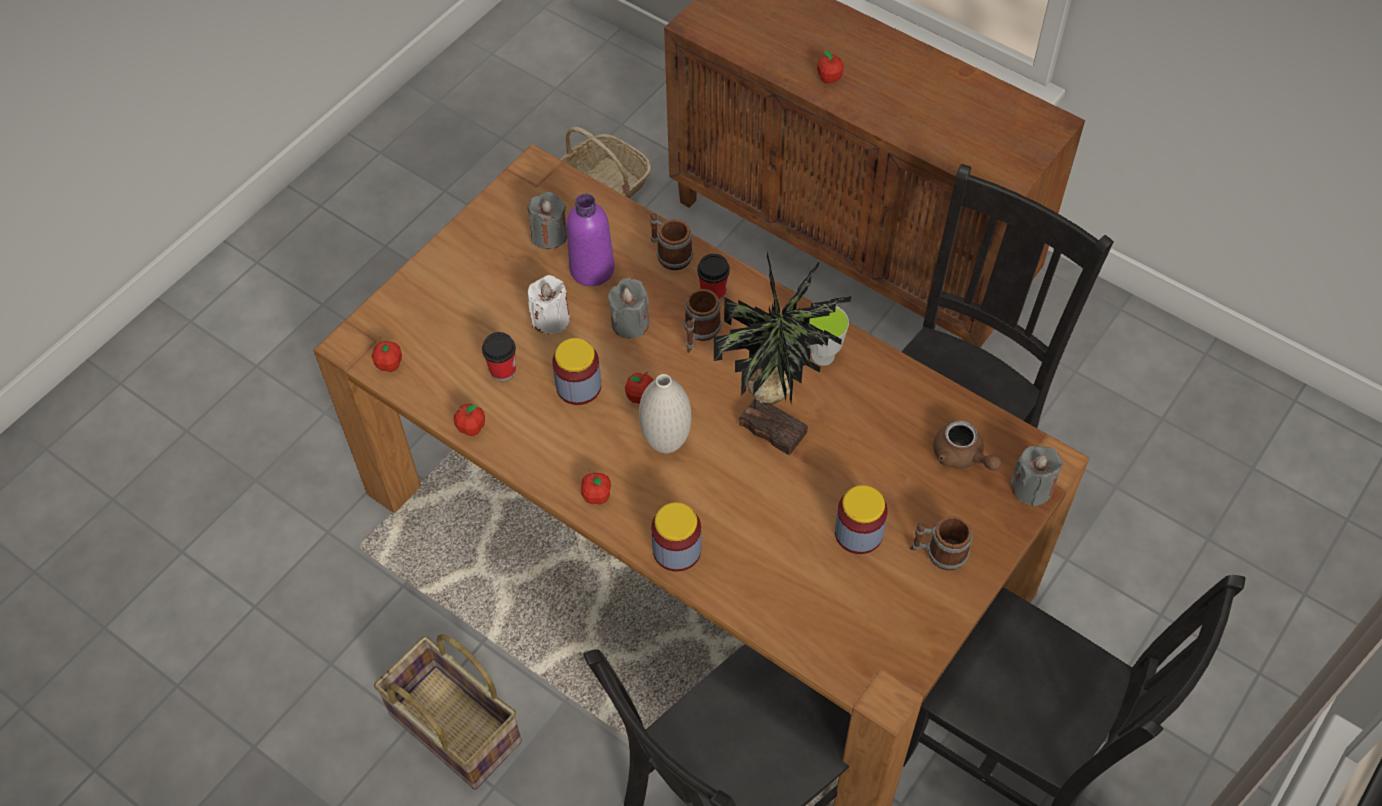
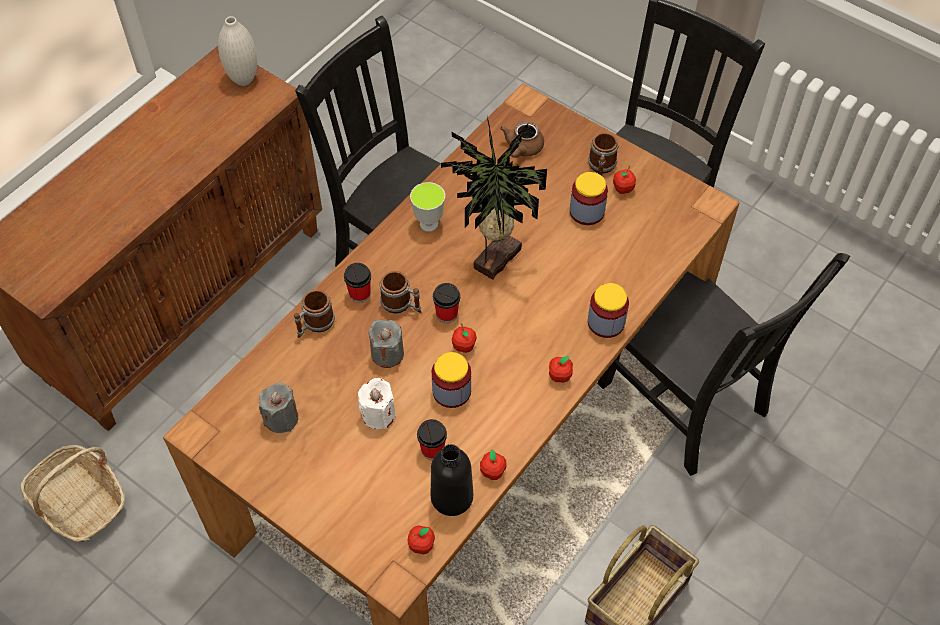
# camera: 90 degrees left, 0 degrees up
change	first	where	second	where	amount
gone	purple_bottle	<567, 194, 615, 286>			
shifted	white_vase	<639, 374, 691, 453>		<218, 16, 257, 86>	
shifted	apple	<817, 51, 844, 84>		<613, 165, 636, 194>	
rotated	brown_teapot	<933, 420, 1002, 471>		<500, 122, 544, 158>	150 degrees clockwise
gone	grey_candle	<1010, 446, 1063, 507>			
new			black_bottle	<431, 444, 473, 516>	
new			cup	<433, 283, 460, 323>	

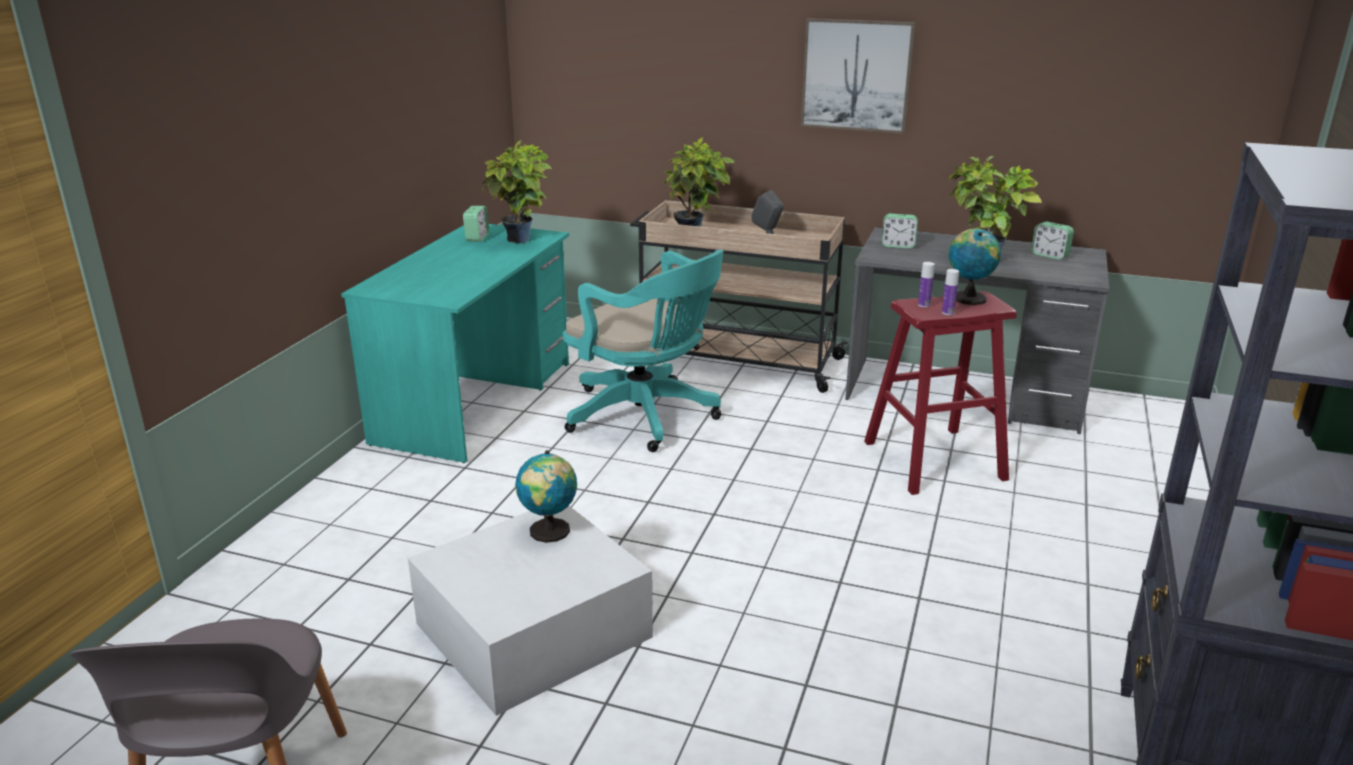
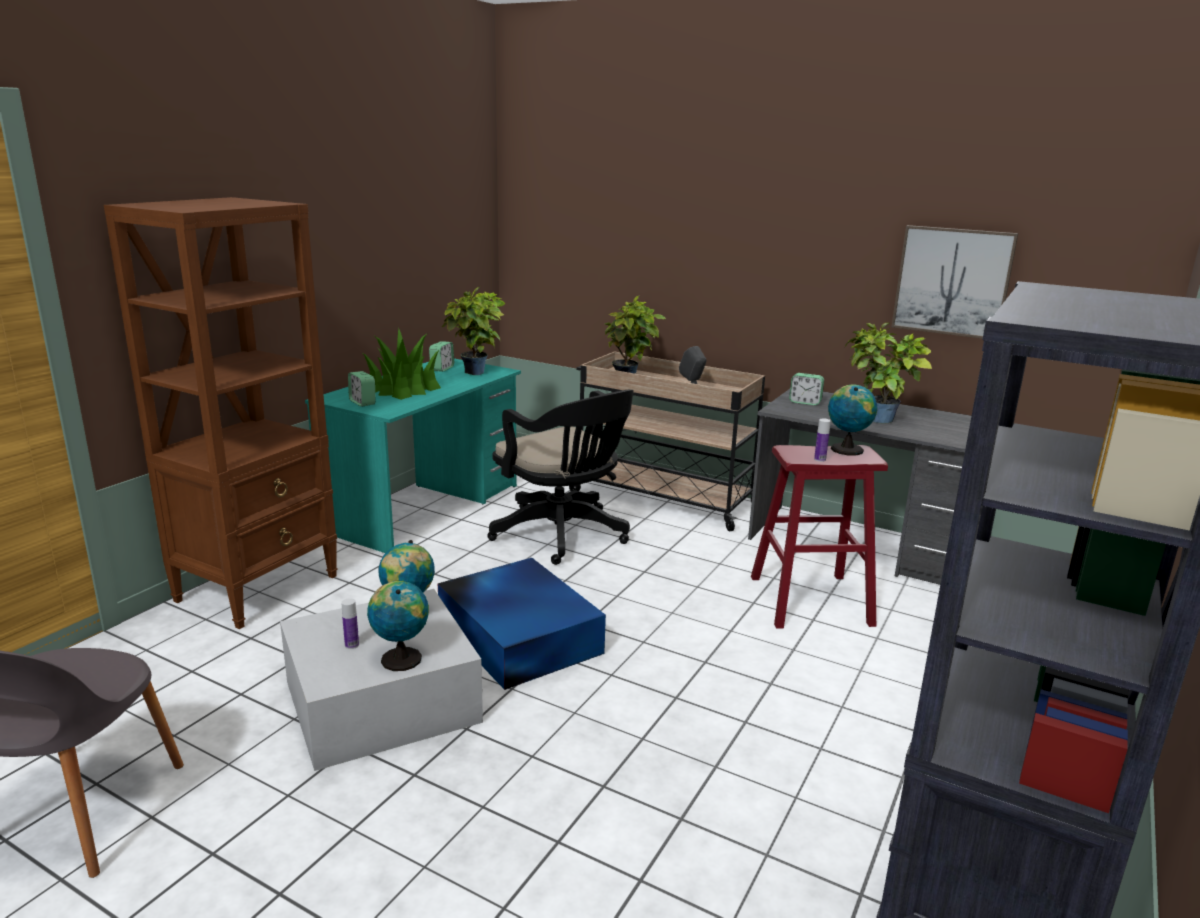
# camera: 10 degrees right, 5 degrees down
change	first	where	second	where	amount
repainted	turquoise_office_chair	<563, 249, 723, 452>	black_office_chair	<487, 390, 634, 565>	
shifted	picture	<801, 18, 915, 134>		<891, 225, 1018, 339>	
shifted	bottle	<918, 262, 935, 307>		<341, 598, 359, 649>	
shifted	alarm_clock	<1031, 222, 1074, 260>		<348, 371, 376, 406>	
new			brown_bookcase	<104, 197, 338, 629>	
new			potted_plant	<362, 328, 441, 400>	
new			globe	<367, 581, 429, 671>	
new			blue_storage_box	<438, 558, 606, 690>	

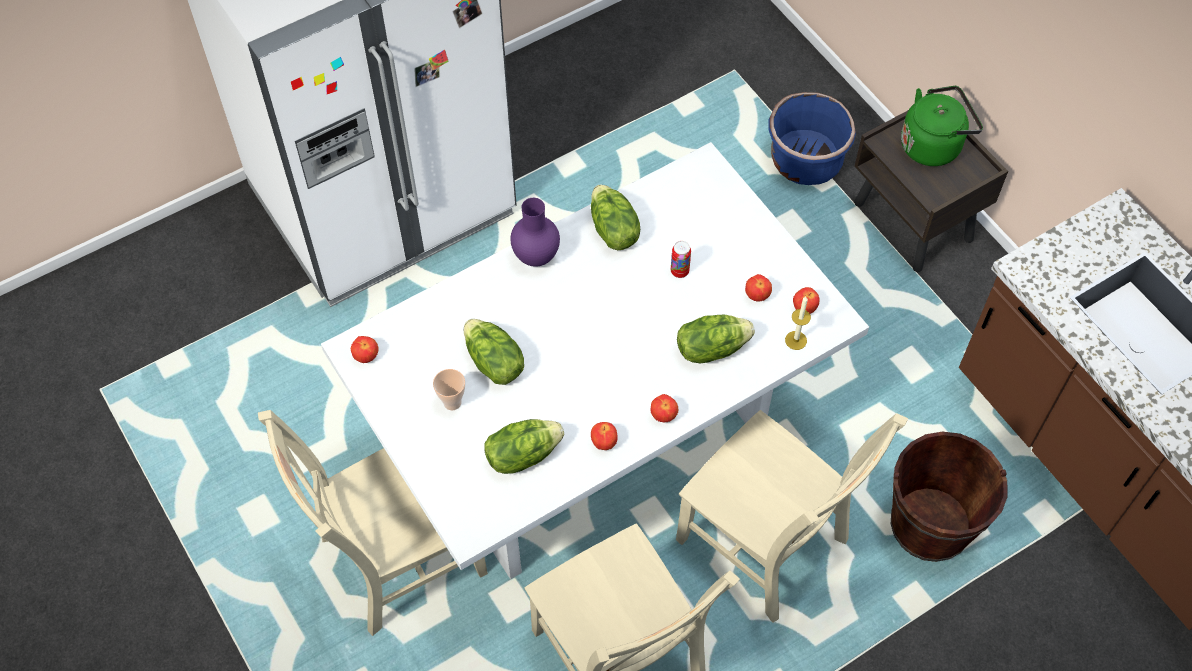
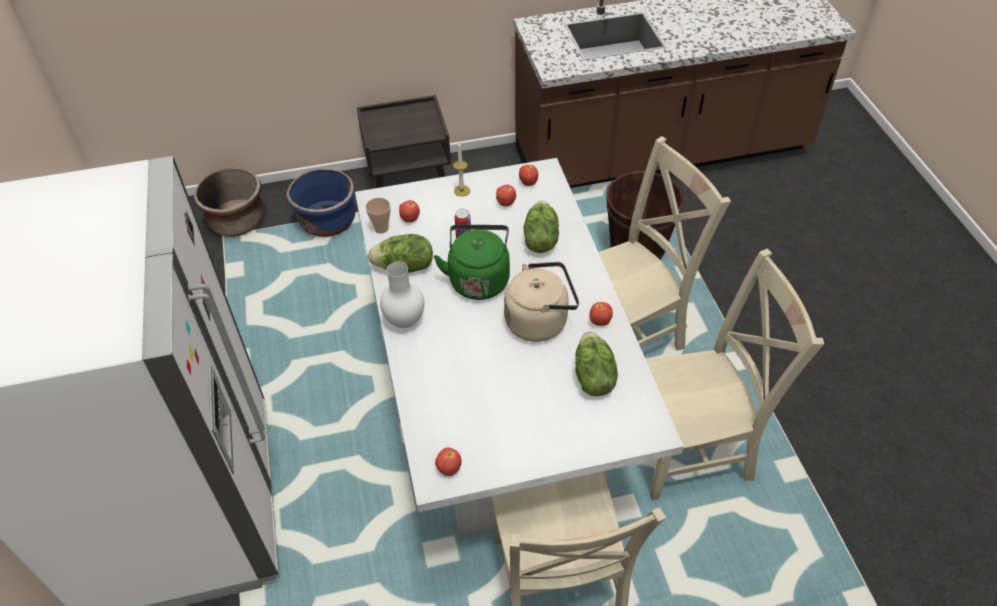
# camera: 70 degrees left, 10 degrees down
change	first	where	second	where	amount
shifted	cup	<433, 369, 465, 411>		<365, 198, 391, 234>	
gone	lettuce	<464, 319, 524, 385>			
repainted	purple_vase	<510, 198, 560, 267>	white_vase	<380, 261, 424, 328>	
shifted	apple	<651, 394, 678, 422>		<399, 200, 420, 222>	
shifted	candle	<785, 297, 811, 350>		<453, 143, 470, 197>	
shifted	green_kettle	<901, 86, 983, 166>		<434, 225, 510, 300>	
new			brown_planter	<194, 168, 264, 237>	
new			beige_kettle	<504, 262, 579, 342>	

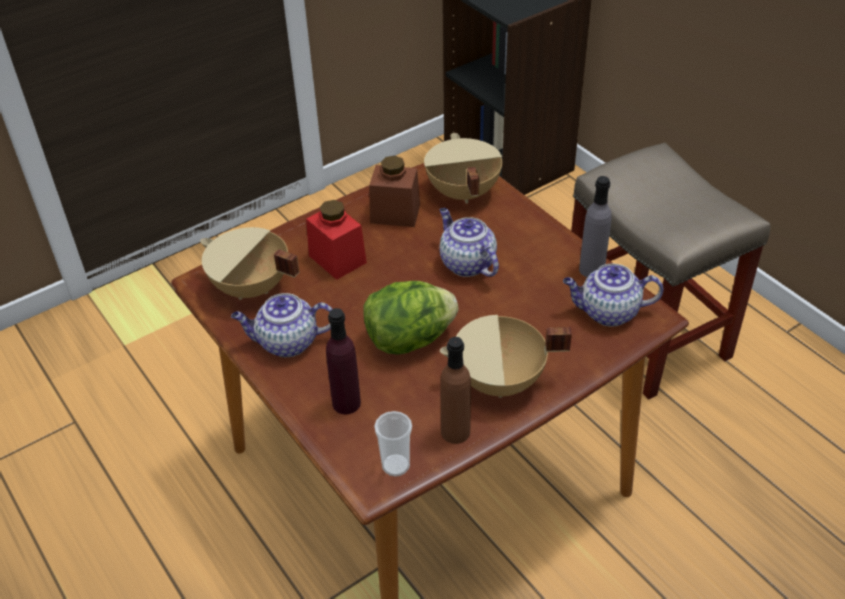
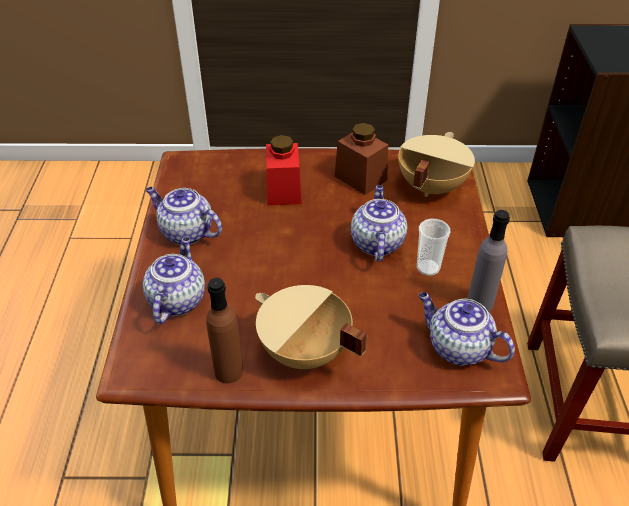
# camera: 35 degrees right, 0 degrees up
change	first	where	second	where	amount
gone	beige_cooking_pot	<200, 227, 299, 300>			
swapped	purple_bottle	<326, 308, 361, 414>	teapot	<143, 237, 205, 324>	
gone	lettuce	<363, 281, 458, 355>			
shifted	cup	<374, 411, 412, 477>		<417, 219, 450, 276>	

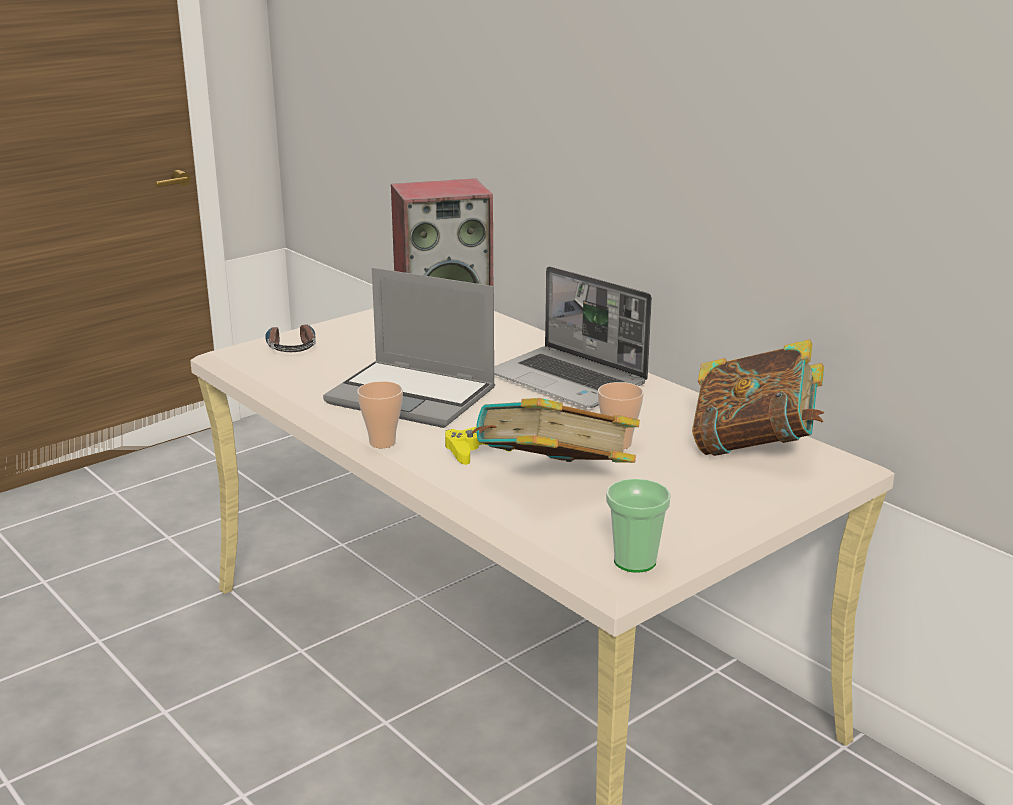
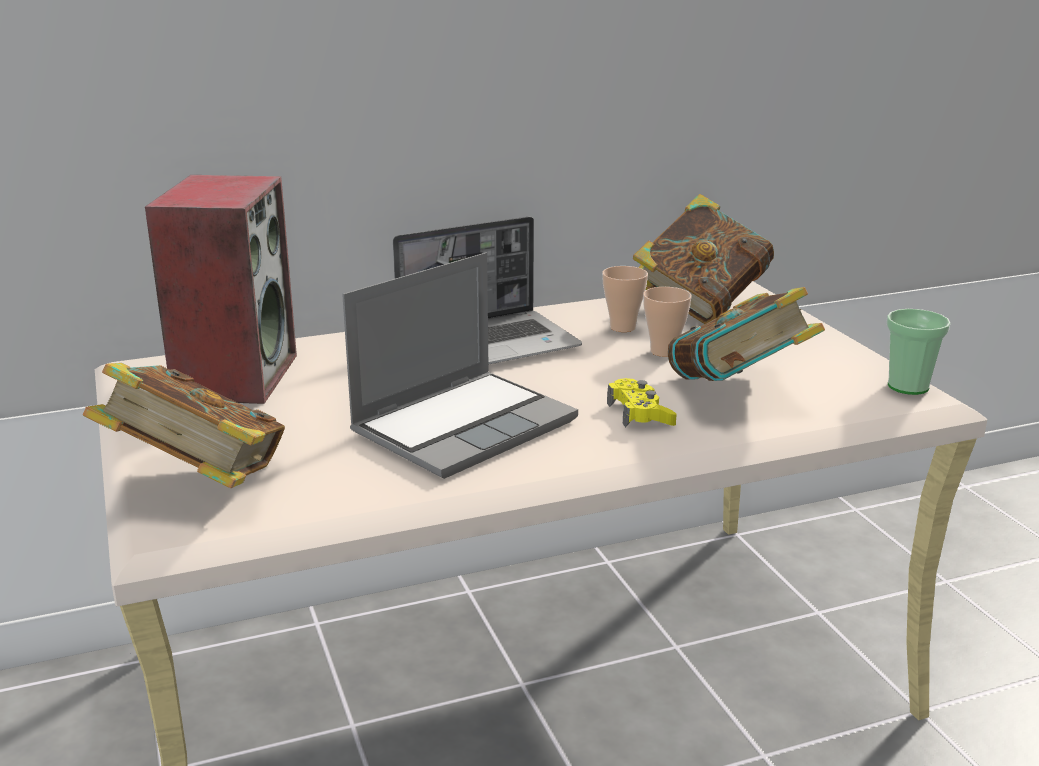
# camera: 70 degrees left, 0 degrees up
change	first	where	second	where	amount
swapped	headphones	<265, 324, 316, 352>	book	<83, 363, 285, 488>	
shifted	cup	<357, 381, 403, 448>		<602, 266, 648, 332>	

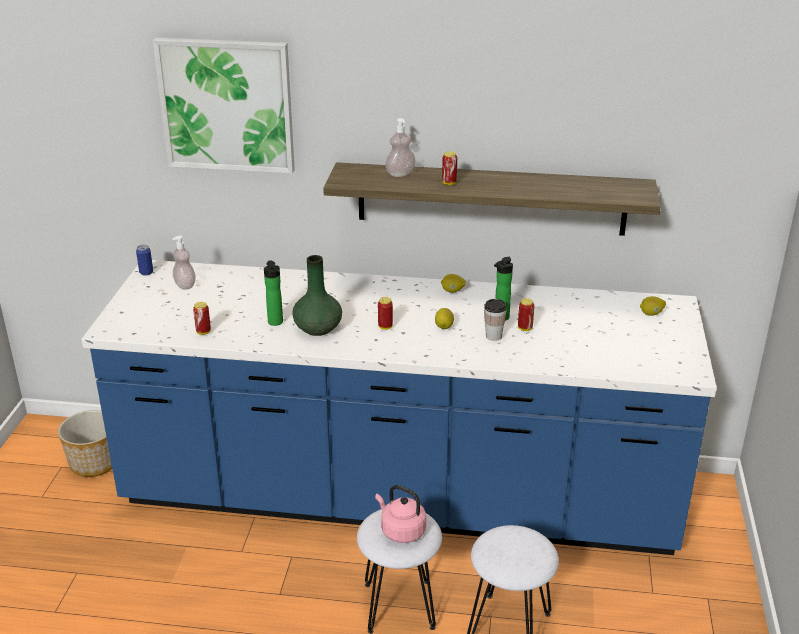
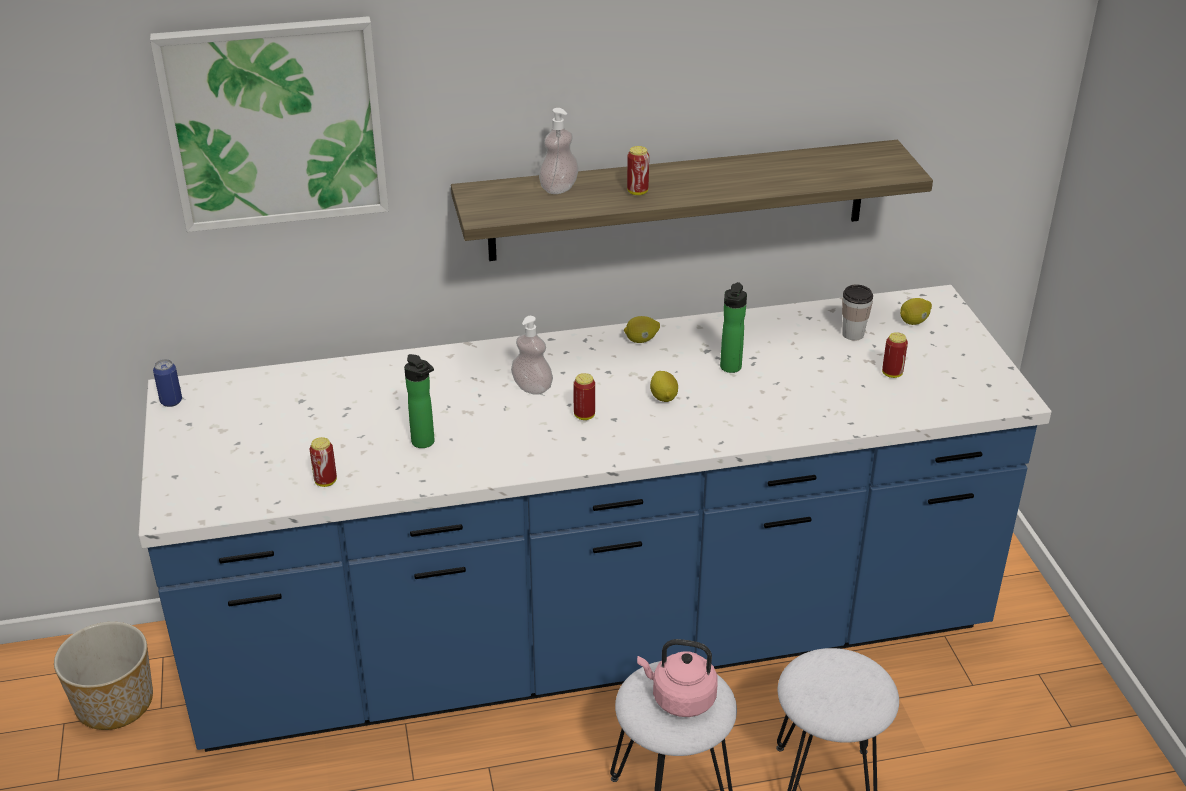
# camera: 20 degrees left, 5 degrees up
change	first	where	second	where	amount
shifted	soap_dispenser	<173, 235, 196, 290>		<511, 316, 553, 395>	
gone	green_vase	<292, 255, 342, 336>			
shifted	cup	<484, 299, 507, 341>		<842, 285, 873, 341>	
shifted	can	<518, 298, 535, 331>		<882, 332, 908, 378>	

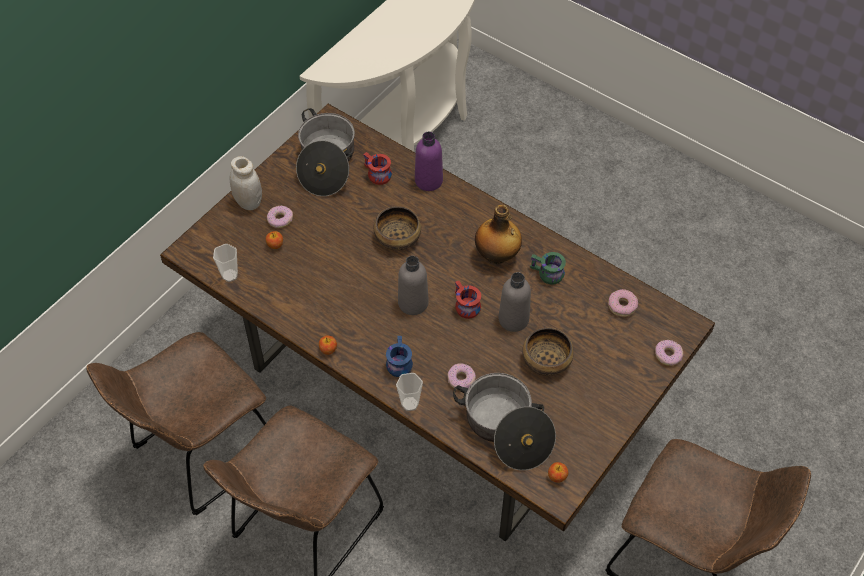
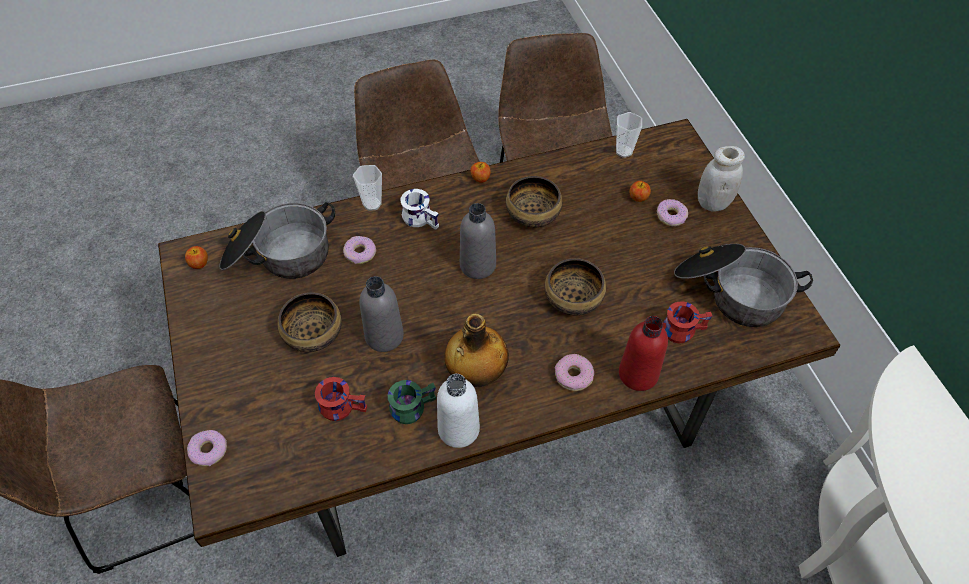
# camera: 125 degrees right, 0 degrees up
change	first	where	second	where	amount
repainted	blue_mug	<386, 336, 413, 377>	white_mug	<400, 189, 439, 230>	
repainted	purple_bottle	<415, 132, 443, 191>	red_bottle	<619, 316, 668, 391>	
shifted	red_mug	<455, 281, 481, 319>		<315, 377, 367, 421>	
shifted	donut	<608, 289, 638, 317>		<555, 354, 594, 391>	
new			white_bottle	<437, 374, 480, 448>	
new			bowl	<506, 176, 563, 228>	

